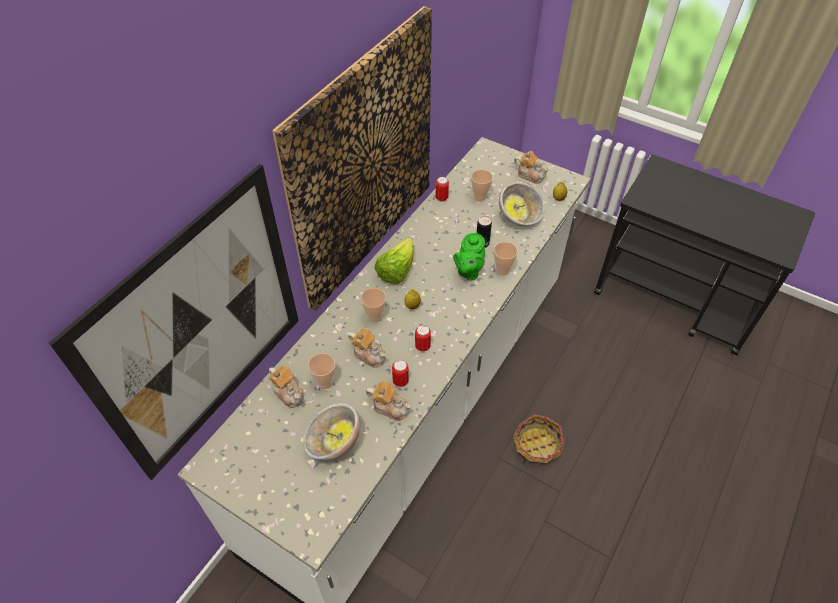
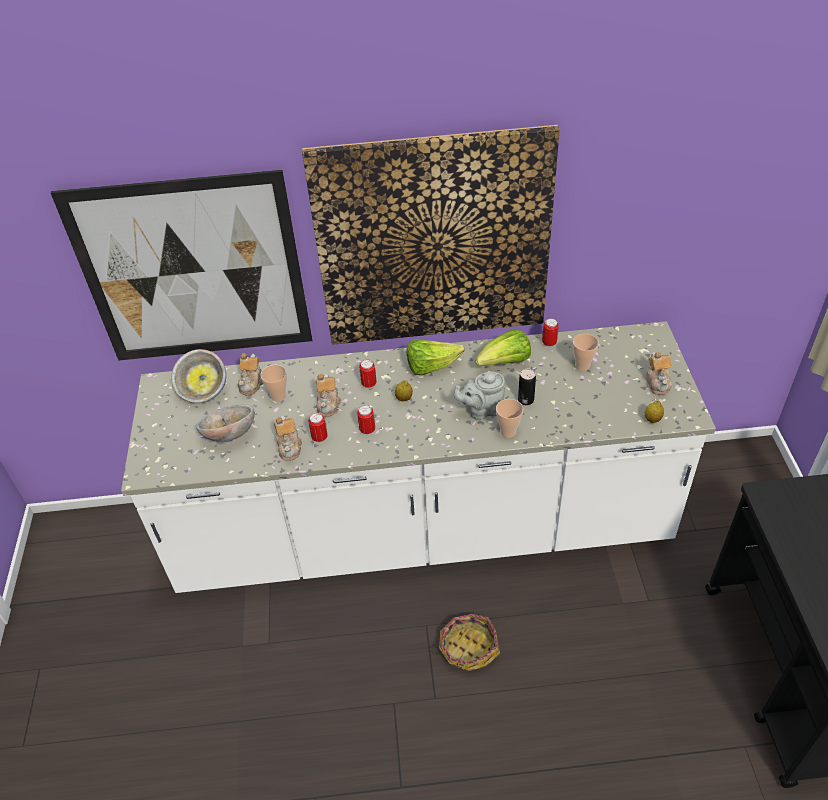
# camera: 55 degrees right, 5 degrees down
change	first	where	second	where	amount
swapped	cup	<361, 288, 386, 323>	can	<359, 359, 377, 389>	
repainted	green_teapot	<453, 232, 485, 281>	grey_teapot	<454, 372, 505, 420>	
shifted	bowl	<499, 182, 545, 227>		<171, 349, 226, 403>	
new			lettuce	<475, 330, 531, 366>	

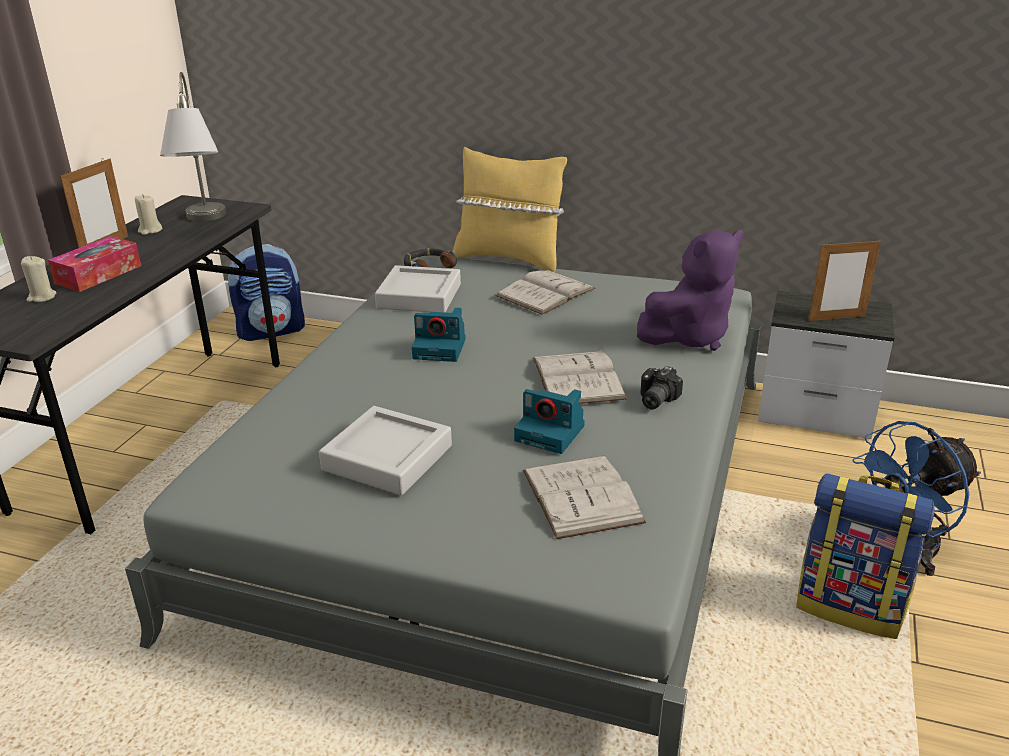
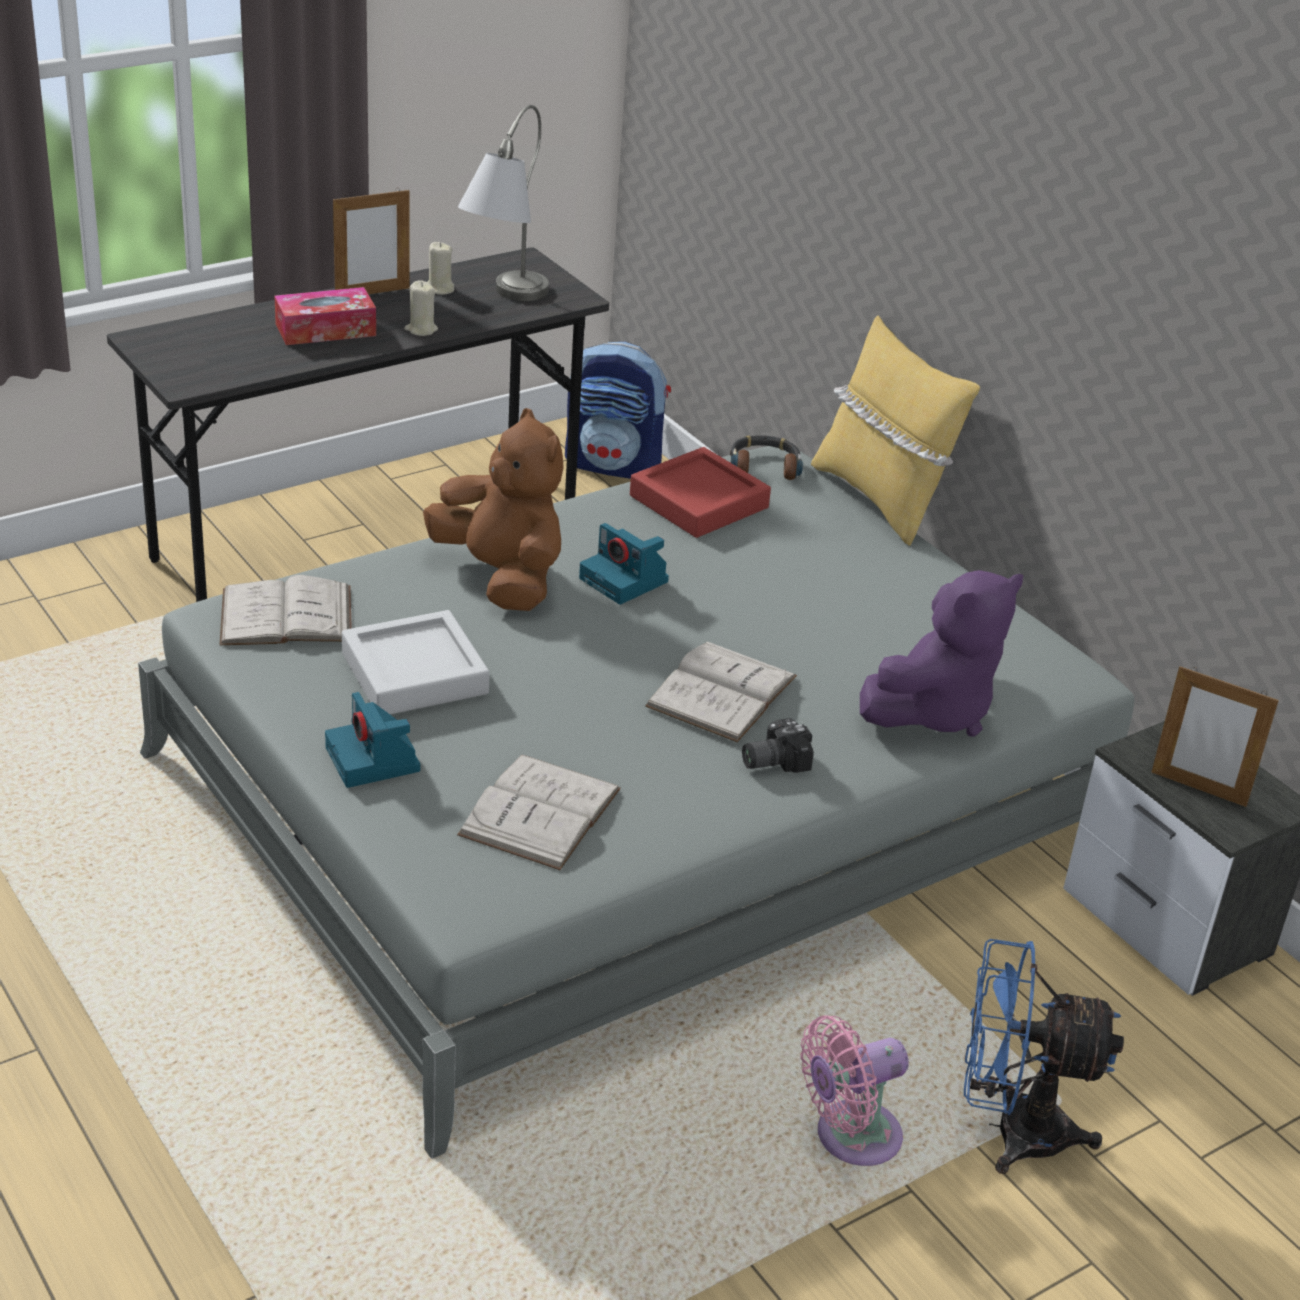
# camera: 35 degrees right, 5 degrees up
change	first	where	second	where	amount
shifted	beige_candle	<21, 256, 56, 302>		<404, 280, 438, 336>	
repainted	grey_tray	<375, 265, 461, 312>	red_tray	<630, 447, 771, 538>	
shifted	white_book	<496, 270, 596, 315>		<219, 575, 352, 645>	
shifted	photo_camera	<514, 389, 585, 454>		<325, 692, 420, 788>	
rotated	purple_plush_toy	<637, 230, 743, 351>		<860, 570, 1024, 737>	45 degrees counterclockwise
swapped	backpack	<796, 473, 935, 639>	pink_fan	<800, 1015, 909, 1166>	
new			brown_plush_toy	<423, 408, 564, 611>	

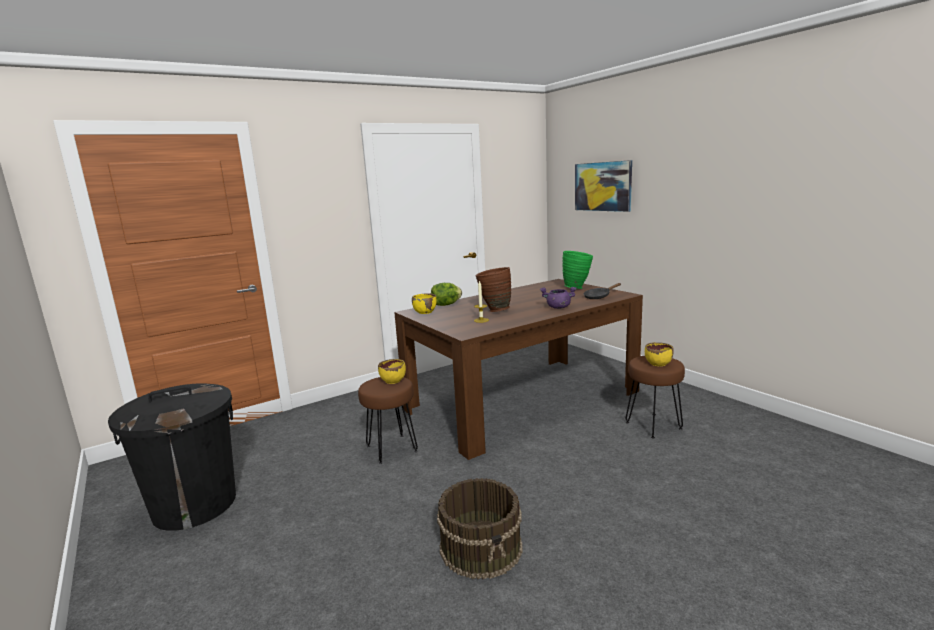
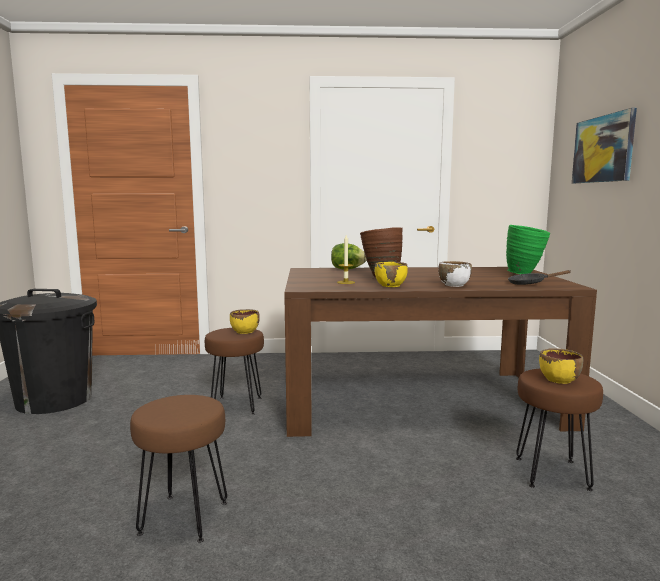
# camera: 30 degrees right, 5 degrees down
change	first	where	second	where	amount
shifted	yellow_bowl	<412, 293, 437, 314>		<374, 262, 408, 287>	
swapped	brown_bucket	<437, 478, 522, 579>	brown_stool	<130, 395, 227, 543>	
swapped	purple_cooking_pot	<540, 287, 576, 309>	white_bowl	<438, 261, 472, 287>	

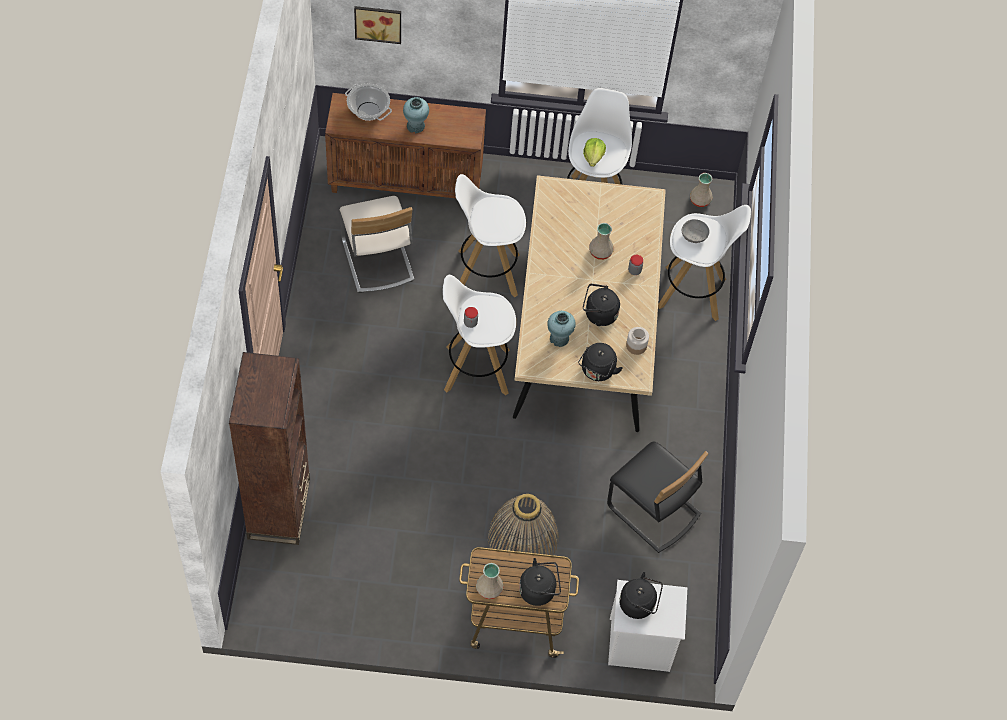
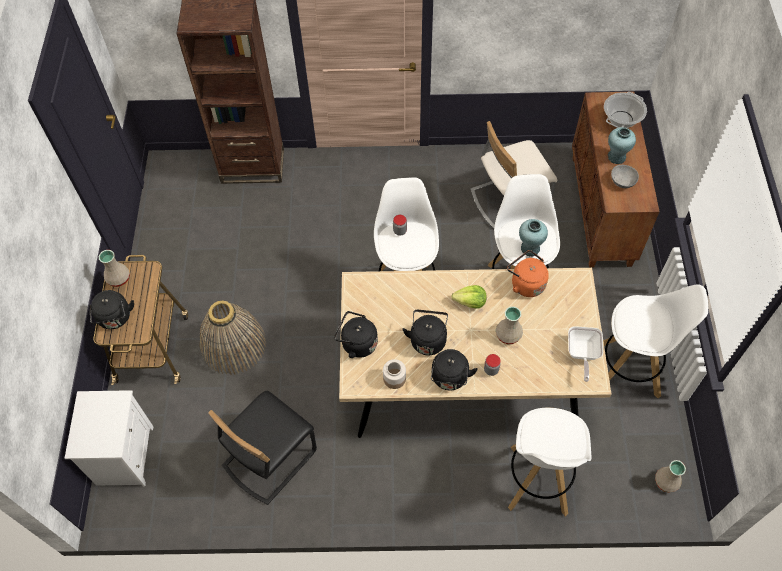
# camera: 90 degrees right, 0 degrees up
change	first	where	second	where	amount
gone	picture	<354, 6, 401, 44>			
shifted	turquoise_vase	<547, 311, 576, 347>		<519, 219, 548, 256>	
shifted	lettuce	<583, 138, 606, 167>		<451, 285, 487, 309>	
shifted	black_kettle	<619, 572, 663, 619>		<431, 349, 478, 390>	
shifted	grey_bowl	<682, 219, 710, 243>		<611, 165, 639, 188>	
new			orange_kettle	<507, 250, 549, 297>	
new			frying_pan	<568, 326, 603, 382>	

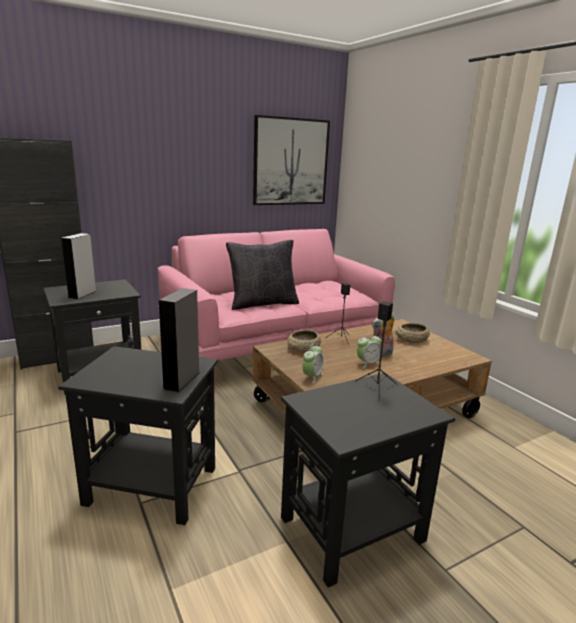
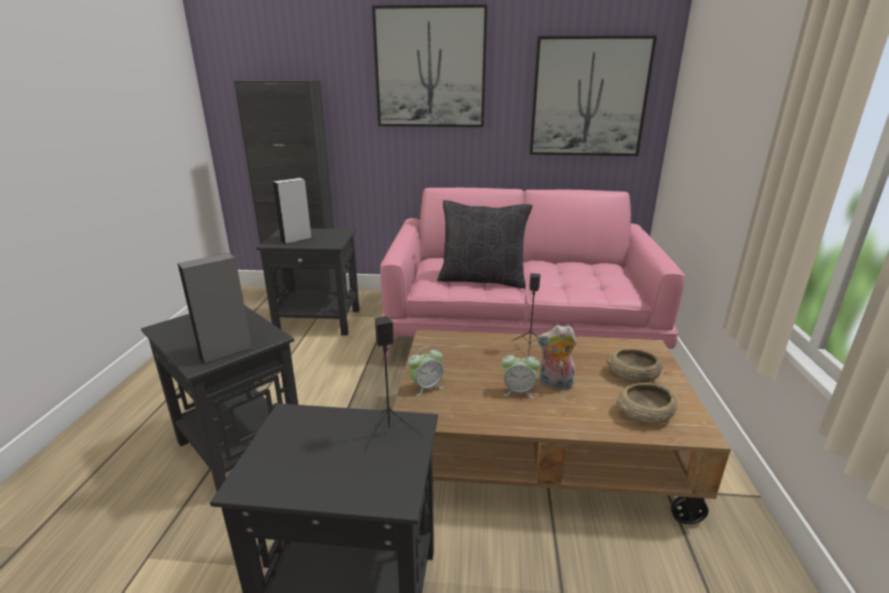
# camera: 35 degrees right, 5 degrees up
change	first	where	second	where	amount
shifted	beige_bowl	<287, 330, 321, 352>		<616, 383, 677, 425>	
new			picture	<372, 4, 487, 127>	

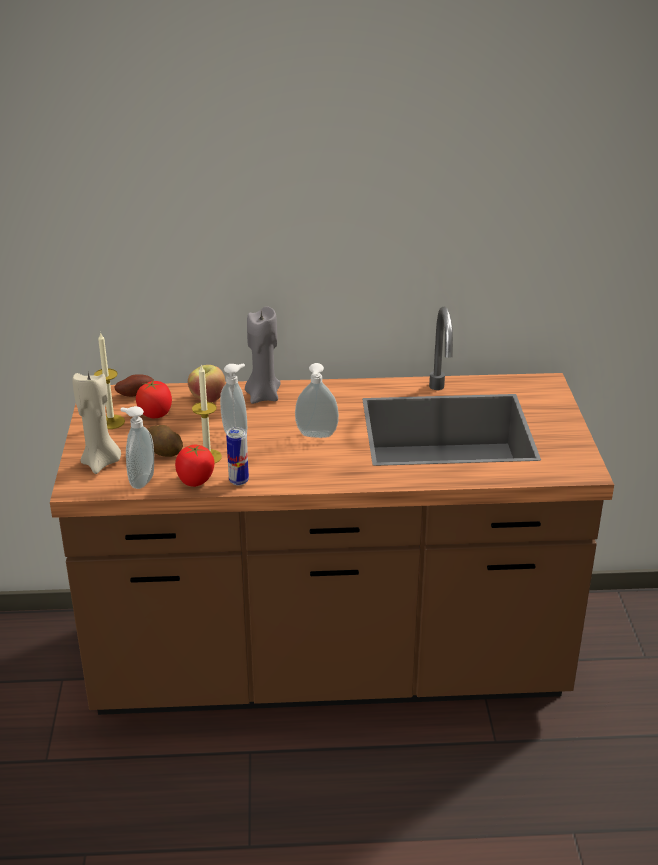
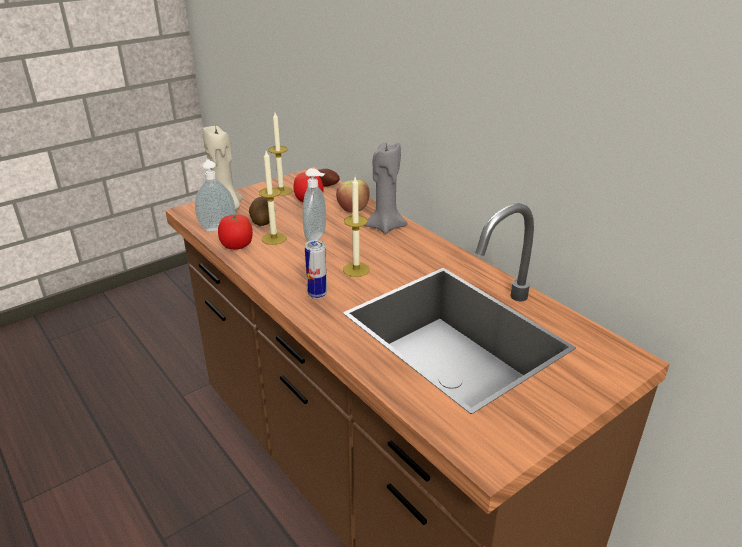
# camera: 55 degrees right, 0 degrees up
change	first	where	second	where	amount
shifted	can	<226, 427, 249, 486>		<305, 240, 327, 299>	
swapped	soap_dispenser	<295, 363, 339, 438>	candle	<343, 177, 370, 277>	

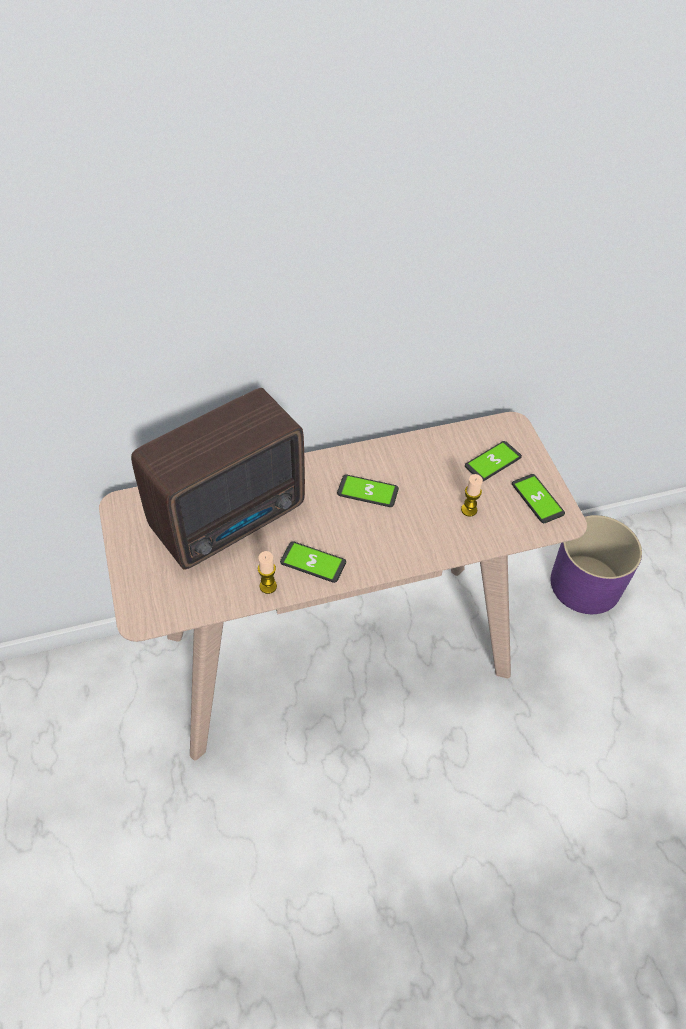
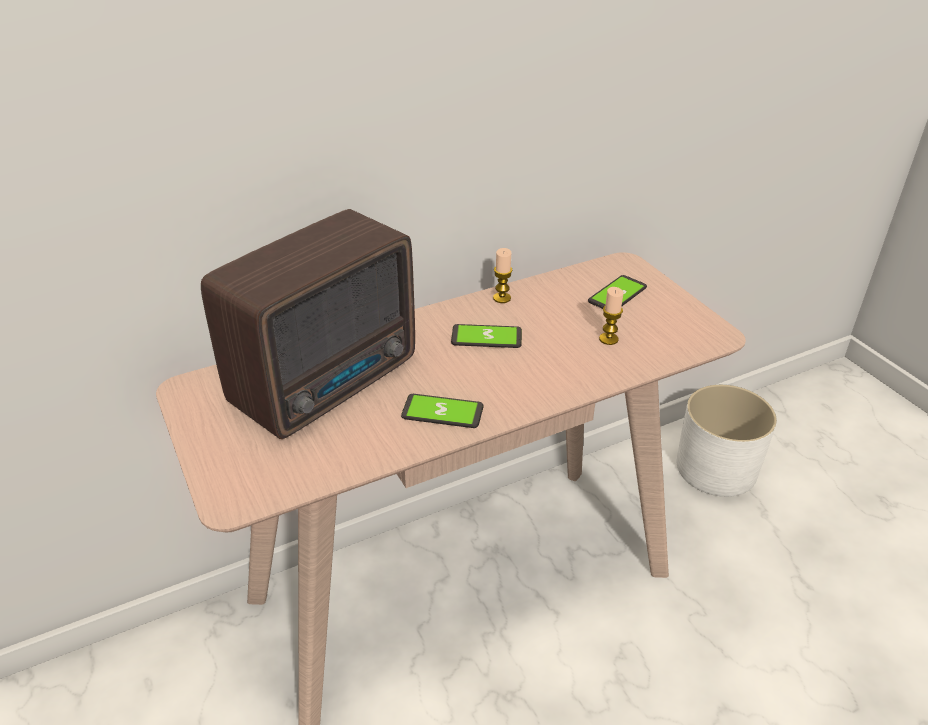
# camera: 10 degrees left, 15 degrees down
change	first	where	second	where	amount
shifted	candle	<258, 551, 277, 594>		<493, 248, 512, 303>	
gone	phone	<512, 474, 565, 523>			
repainted	purple_planter	<551, 515, 642, 614>	white_planter	<677, 385, 777, 497>	

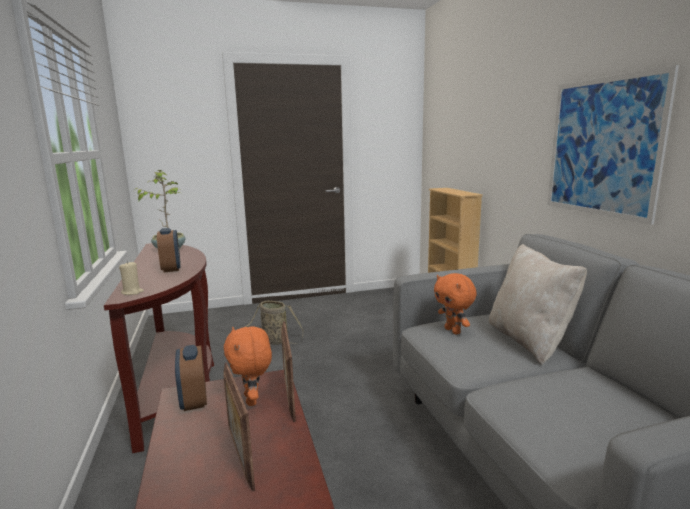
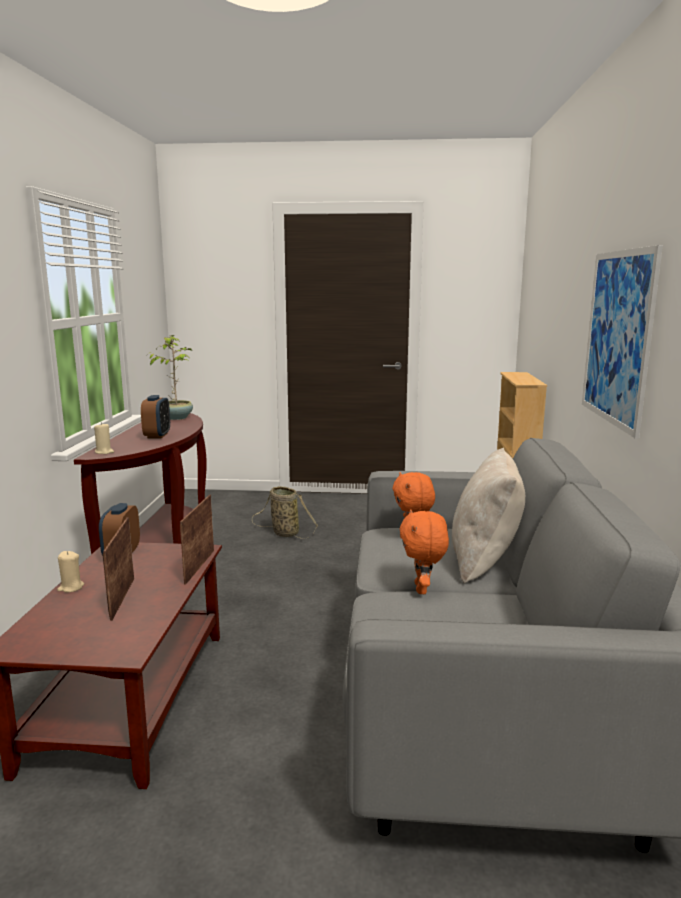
# camera: 20 degrees right, 0 degrees up
change	first	where	second	where	amount
shifted	orange_plush_toy	<224, 327, 272, 406>		<400, 509, 449, 594>	
new			beige_candle	<57, 551, 84, 592>	

